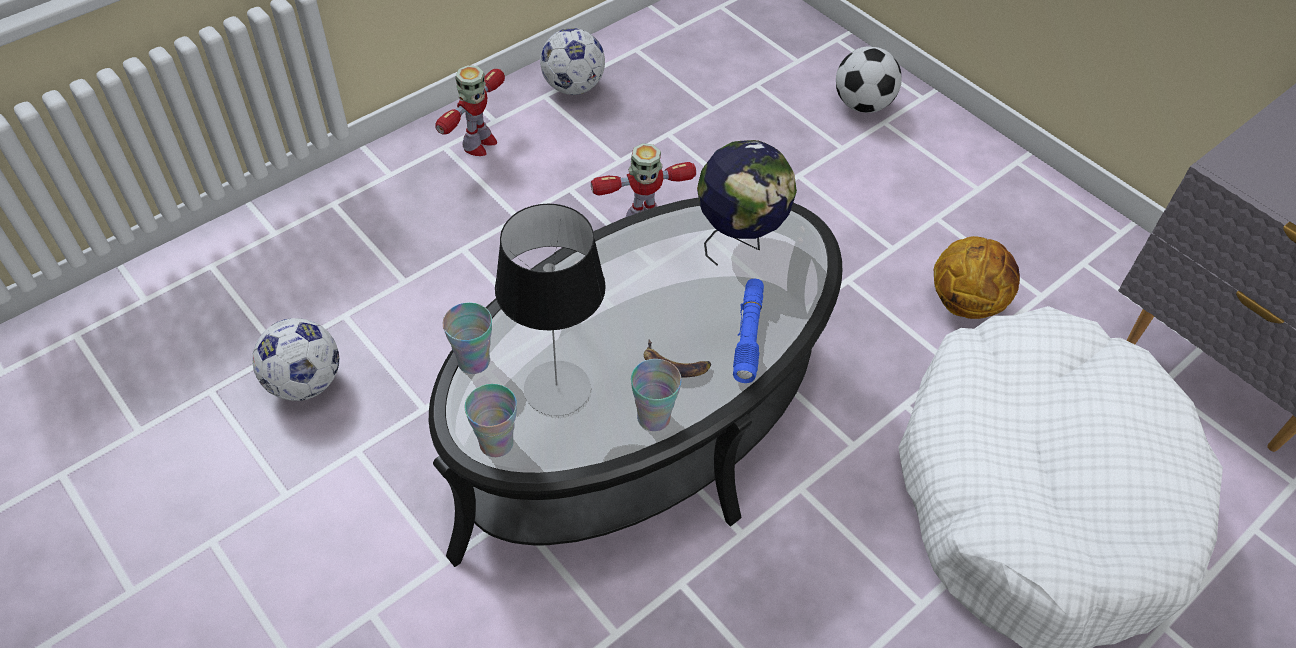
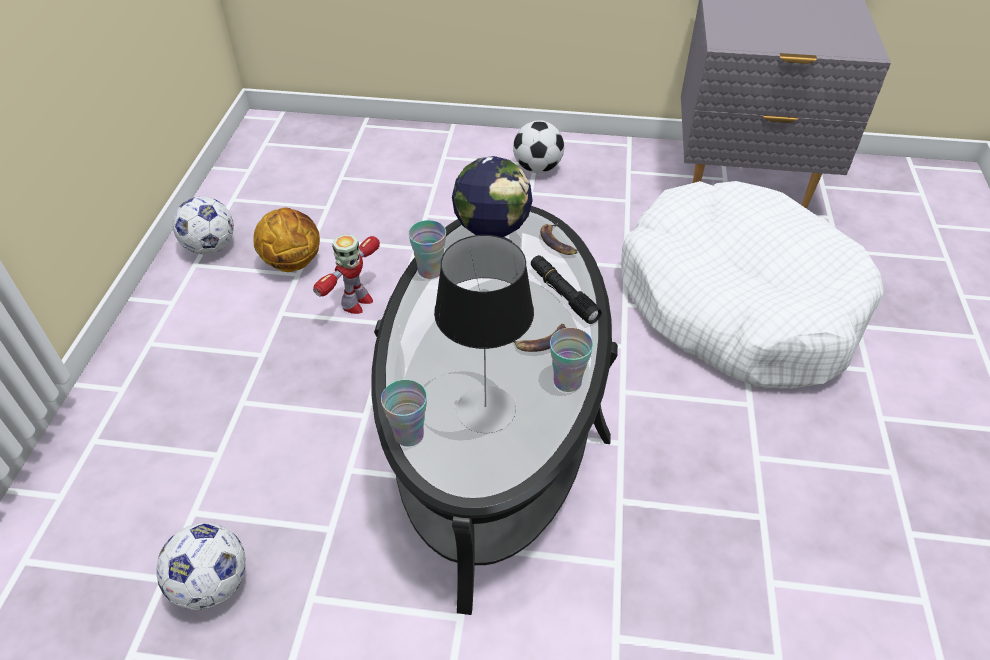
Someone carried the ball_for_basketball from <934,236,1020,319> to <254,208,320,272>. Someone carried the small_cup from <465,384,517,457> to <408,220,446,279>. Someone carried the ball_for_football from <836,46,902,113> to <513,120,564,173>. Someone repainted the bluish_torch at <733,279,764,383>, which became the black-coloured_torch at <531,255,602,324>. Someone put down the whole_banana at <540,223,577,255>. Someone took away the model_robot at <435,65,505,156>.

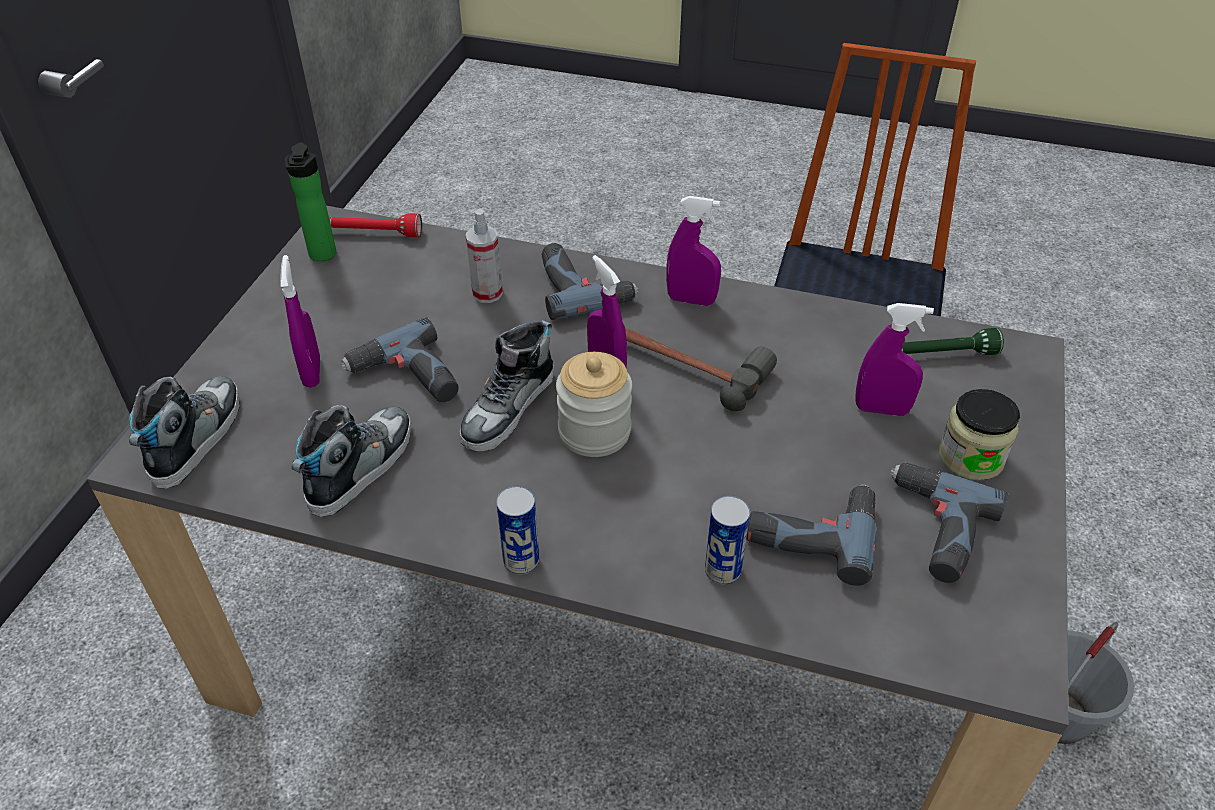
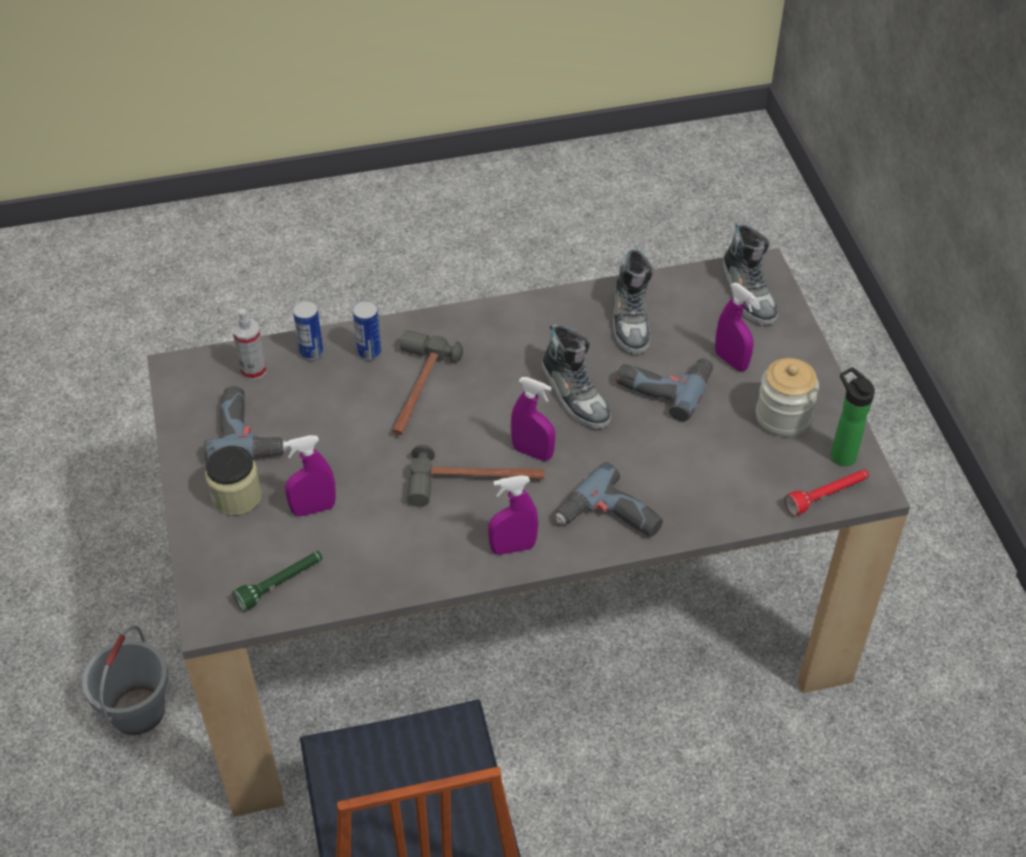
Someone carried the hand_sprayer from <466,209,503,303> to <232,309,267,380>. Someone carried the sealed_can from <496,486,539,574> to <293,300,323,361>. Someone put down the tool_hammer at <392,330,463,435>. Someone rotated the item_of_footwear at <460,320,554,451> by 150 degrees clockwise. Someone carried the jar from <556,352,632,457> to <756,358,819,437>. Someone took away the power_drill at <746,485,876,586>.

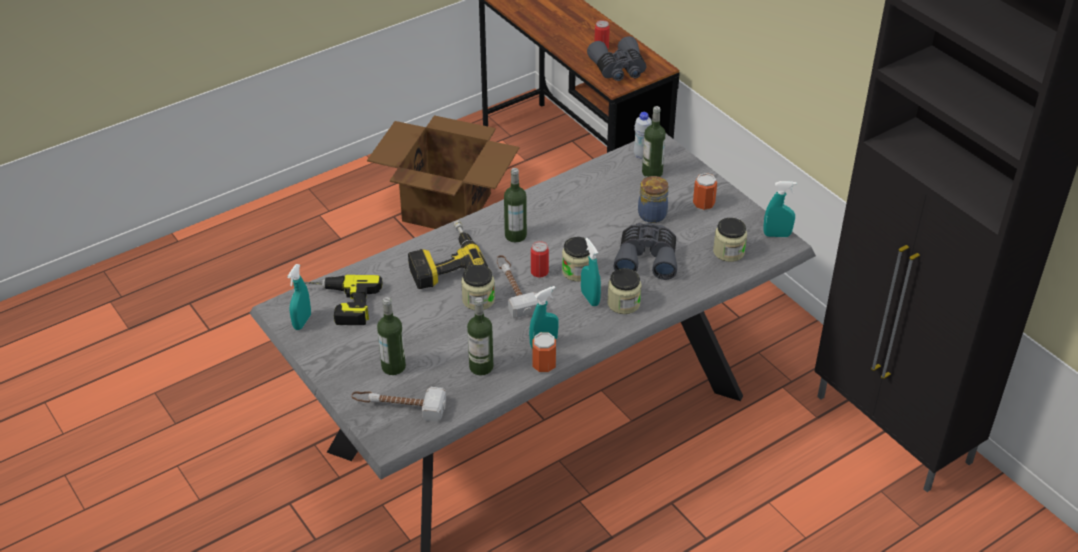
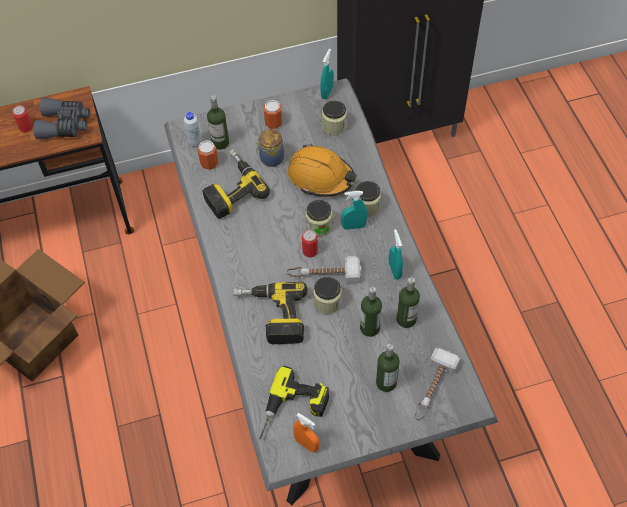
Someone carried the sealed_can from <532,332,556,373> to <197,140,219,170>. Someone put down the power_drill at <202,149,270,219>. Someone swapped the gray_pair_of_binoculars at <614,223,677,280> for the orange-coloured_work_helmet at <288,144,356,197>. Someone repainted the blue-green_hand_sprayer at <287,264,311,330>, which became the orange-coloured_hand_sprayer at <293,413,319,452>. Someone carried the beverage_bottle from <504,168,527,242> to <360,286,382,337>.

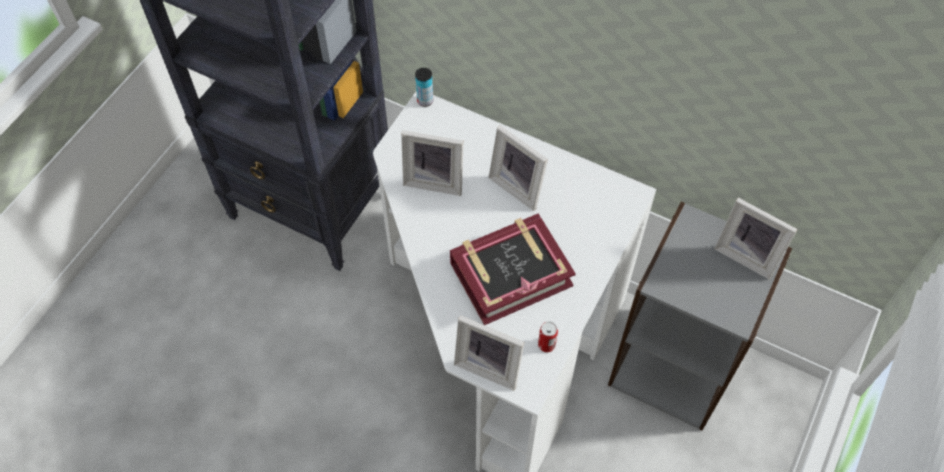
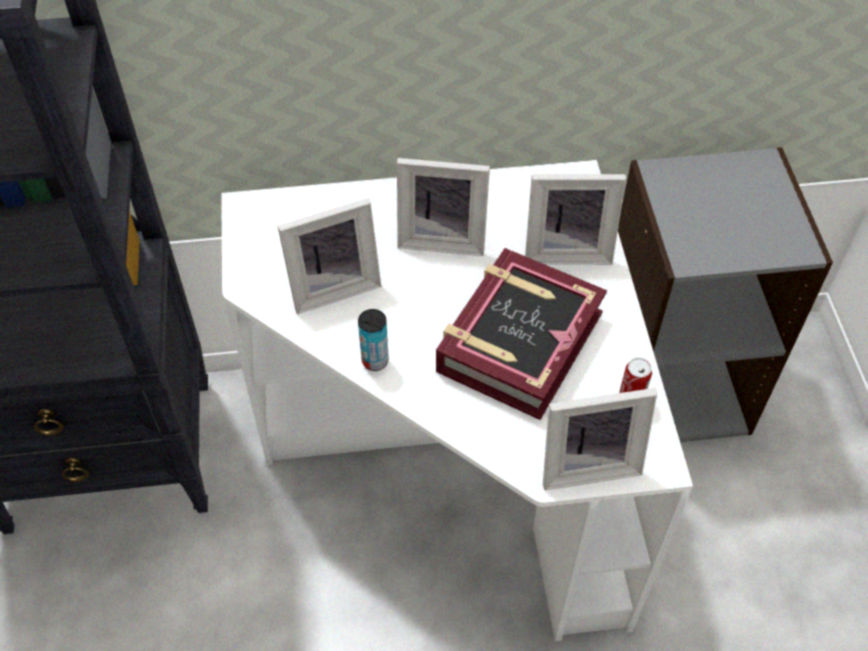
Someone carried the sealed_can from <415,68,433,107> to <358,309,389,371>. Someone carried the photo_frame from <714,198,798,280> to <525,174,626,265>.

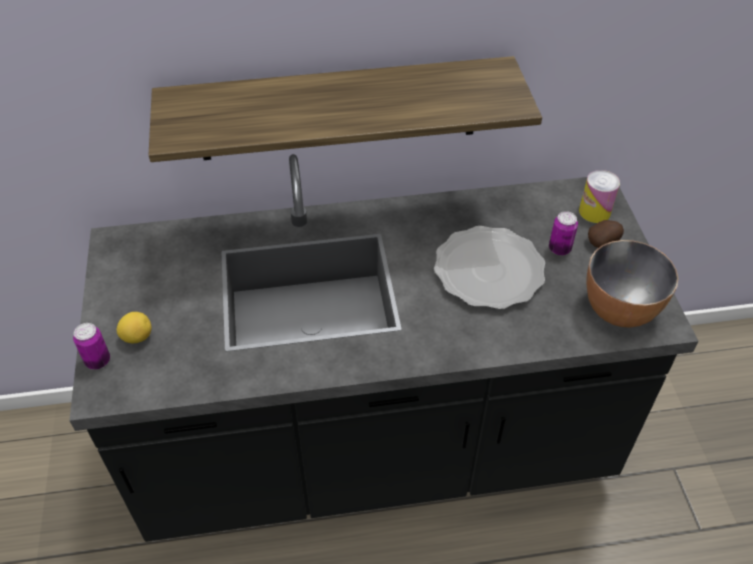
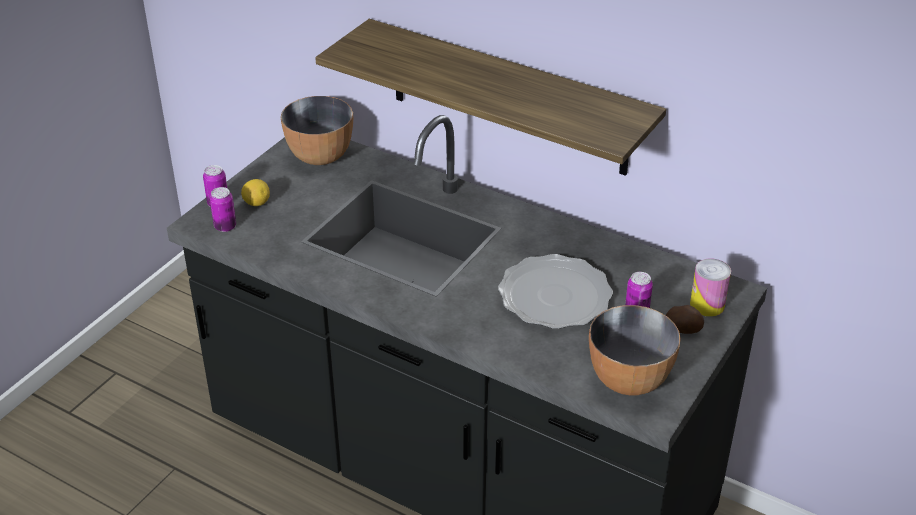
Someone put down the sealed_can at <210,187,236,232>. Someone put down the serving_bowl at <281,96,353,165>.

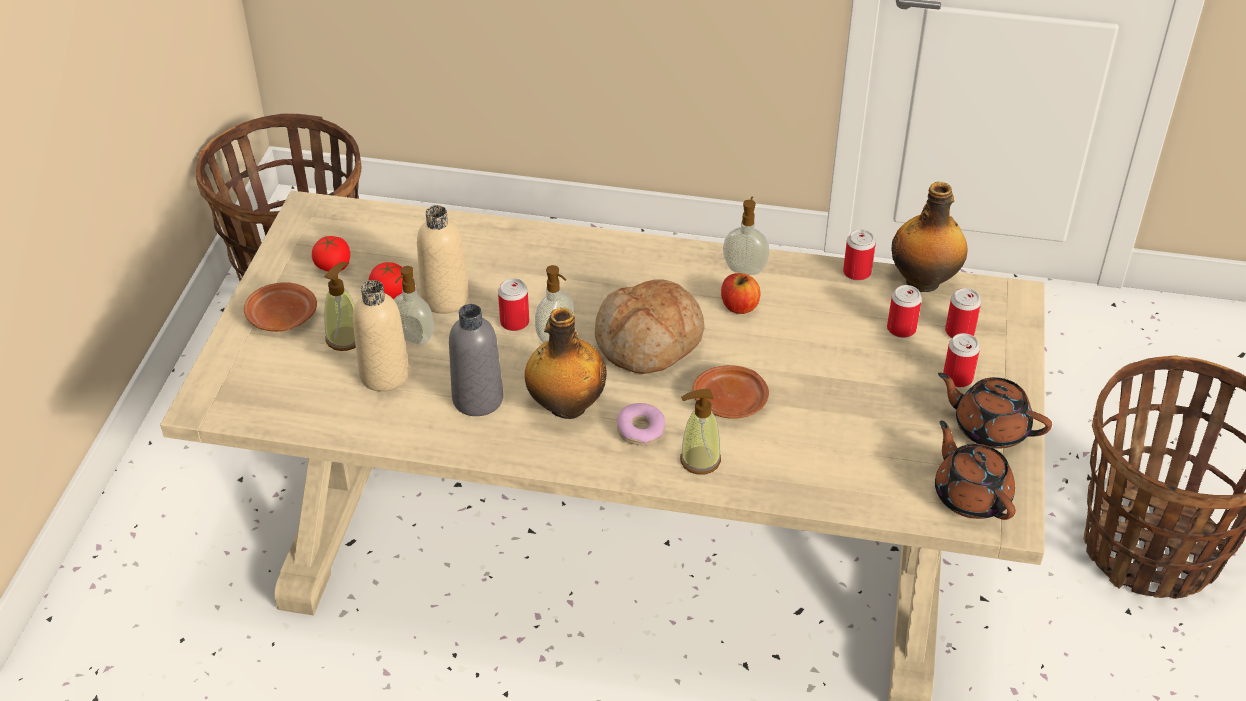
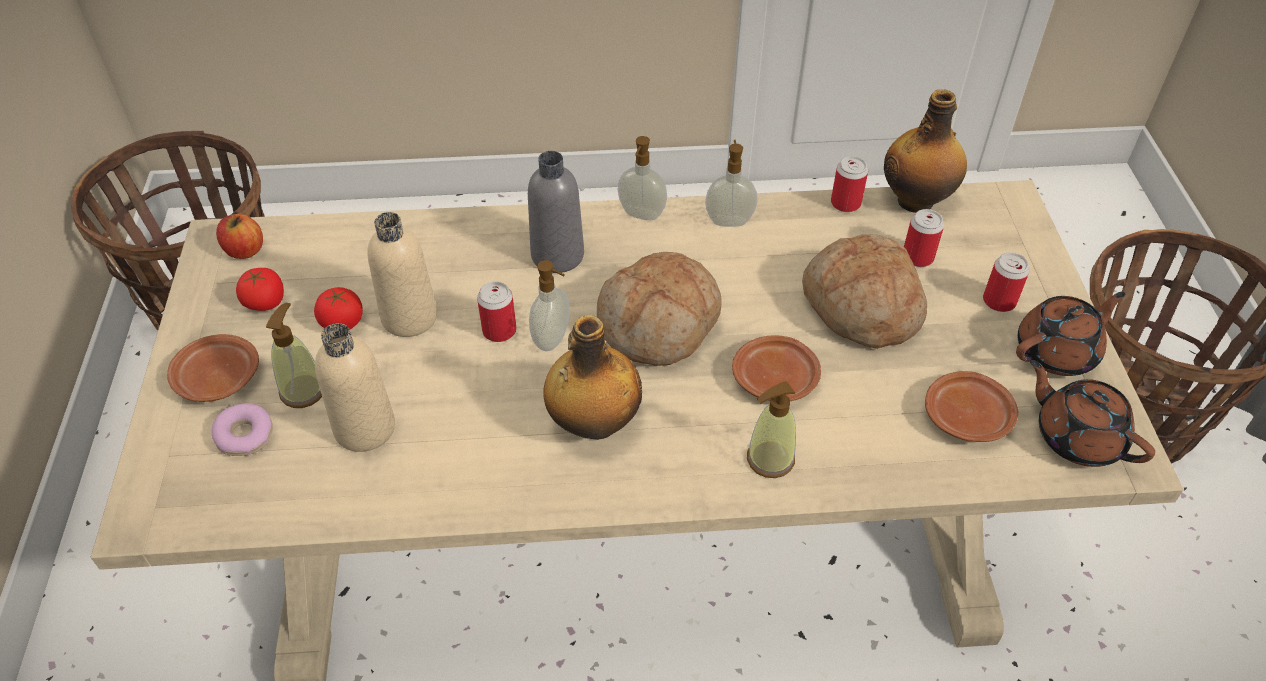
Someone carried the donut from <617,403,666,445> to <212,403,273,456>. Someone carried the whole_apple from <721,273,760,314> to <216,214,263,259>. Someone carried the gray_beverage_bottle from <449,304,503,416> to <528,151,584,273>. Someone carried the liquid_soap_bottle from <394,266,434,345> to <617,136,667,220>. Someone put down the baked_bread at <802,234,927,349>. Someone put down the brownish_flat_dish at <925,371,1018,442>. Someone rotated the brownish_tea_pot at <938,373,1052,449> by 135 degrees clockwise. Someone took away the sealed_can at <945,288,981,338>.

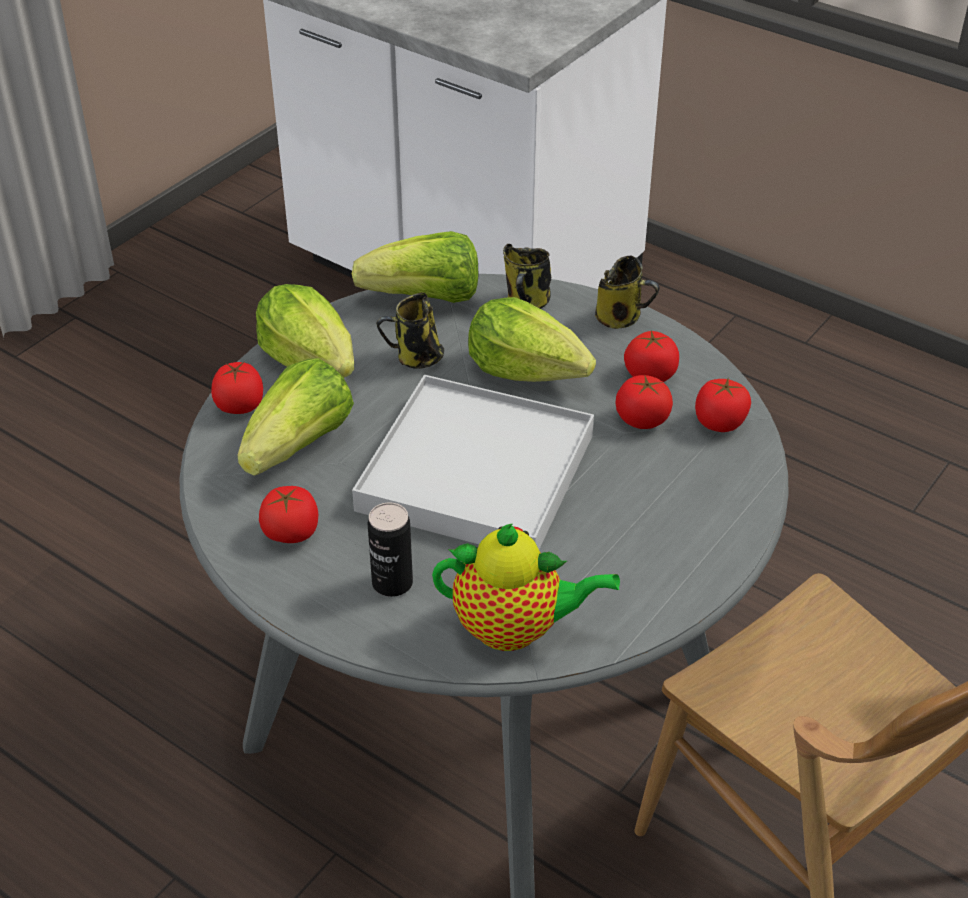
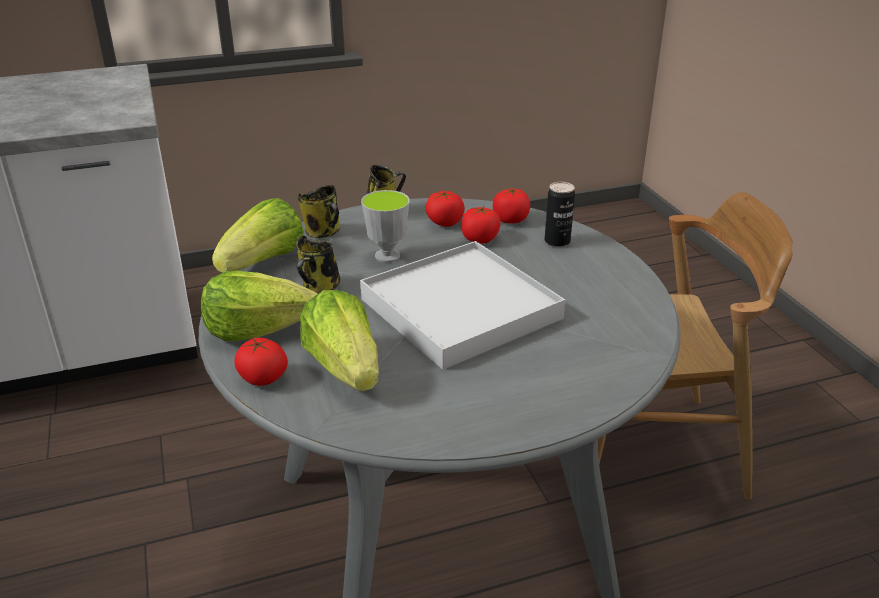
Someone swapped the head_of_lettuce at <468,297,596,382> for the small_cup at <361,190,410,263>. Someone carried the sealed_can from <368,502,413,597> to <544,182,575,247>. Someone took away the tomato at <259,486,318,543>. Someone took away the tea_pot at <432,523,620,651>.

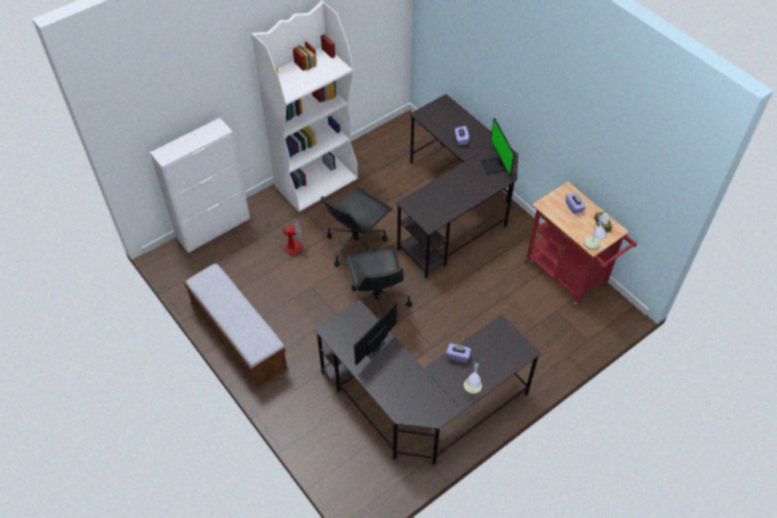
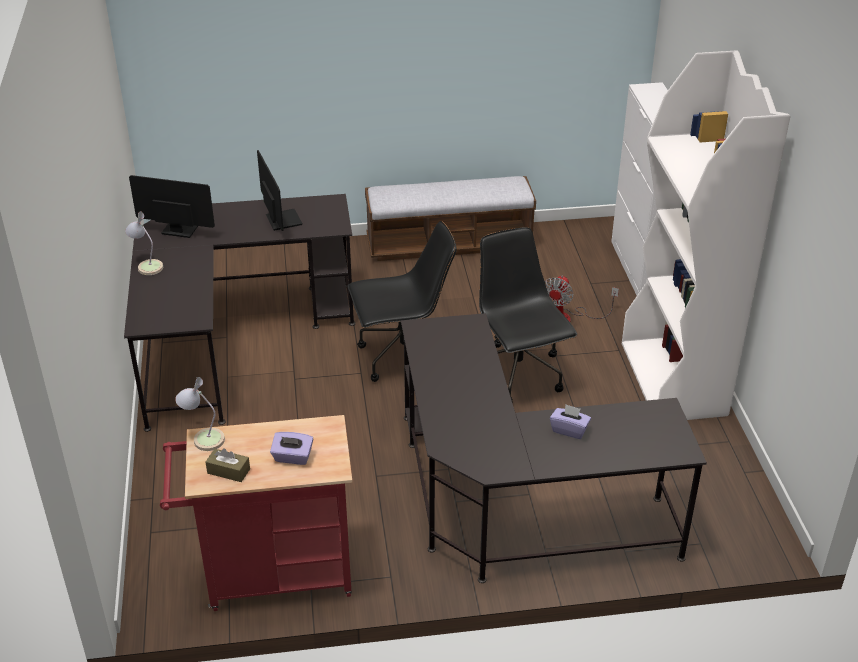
Someone carried the monitor from <480,118,515,176> to <129,175,215,238>. Someone rotated the black-coloured_desk_chair at <345,246,412,316> by 150 degrees clockwise. Someone took away the purplish_tissue_box at <446,344,471,363>.

